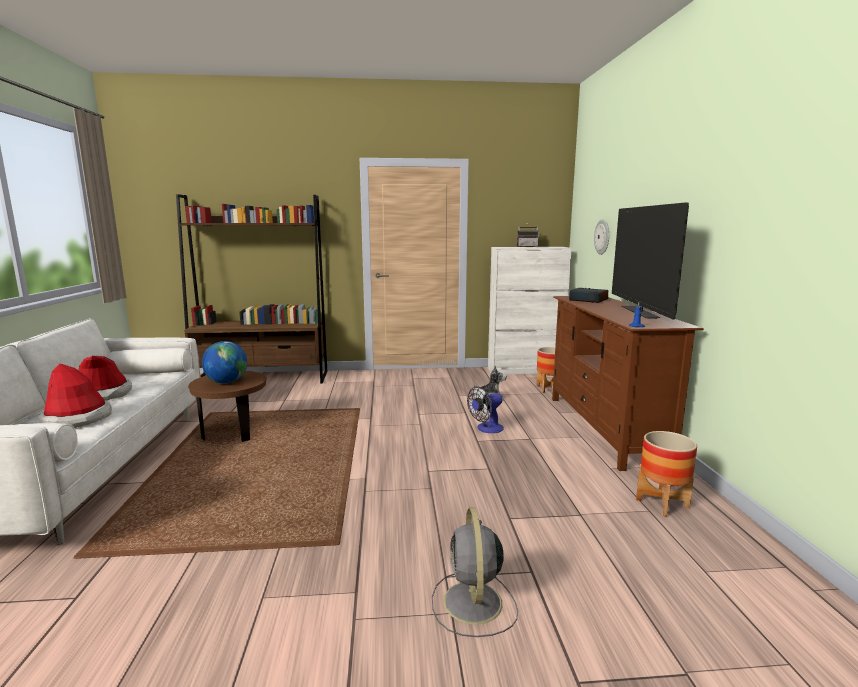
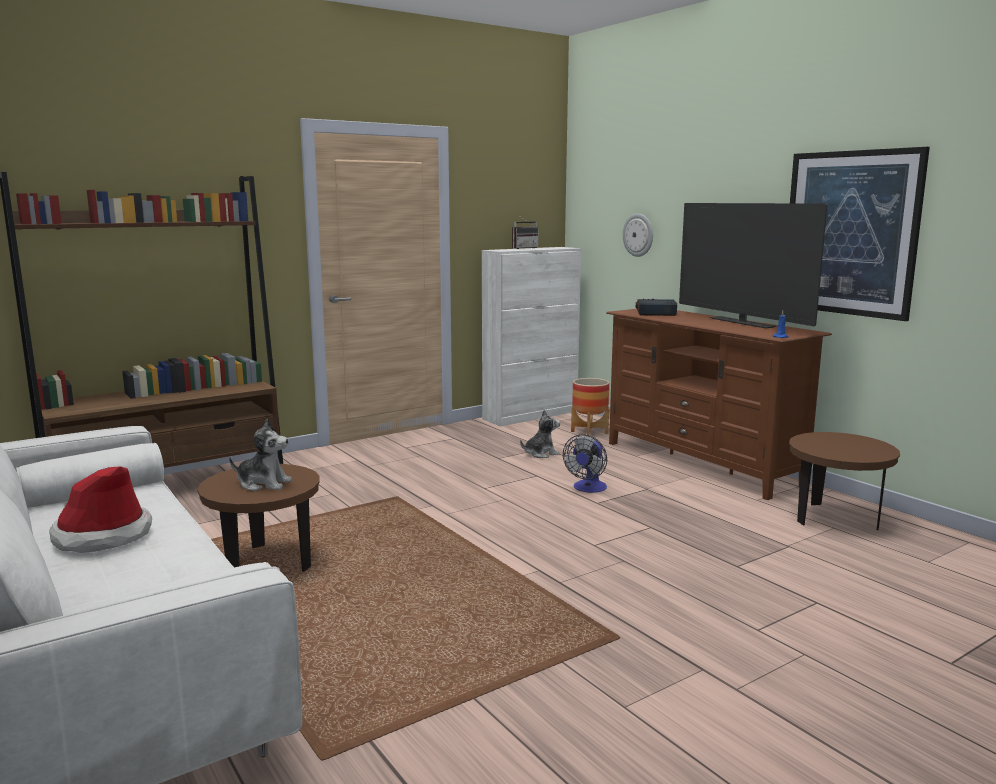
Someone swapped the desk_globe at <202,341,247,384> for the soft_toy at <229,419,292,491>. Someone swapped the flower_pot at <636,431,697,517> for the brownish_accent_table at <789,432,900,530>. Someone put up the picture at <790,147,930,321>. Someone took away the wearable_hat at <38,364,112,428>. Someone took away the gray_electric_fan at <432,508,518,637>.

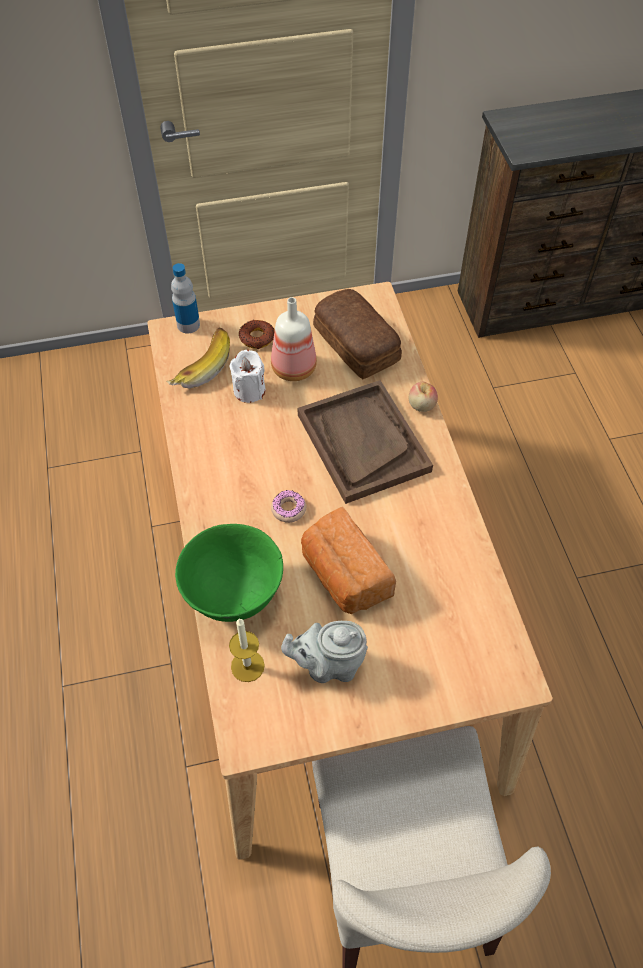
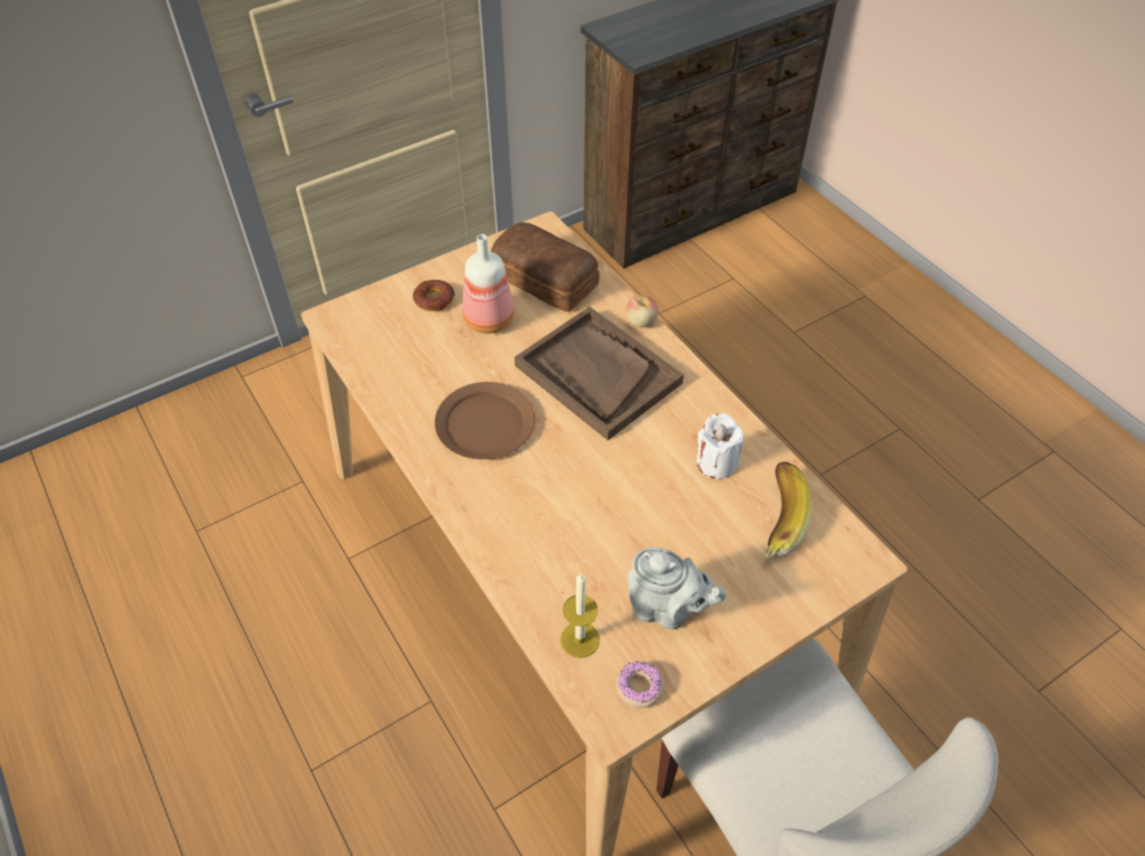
Someone put down the brownish_flat_dish at <435,382,535,459>. Someone carried the donut from <271,490,306,523> to <616,661,664,708>. Someone rotated the gray_tea_pot at <281,621,368,683> by 135 degrees counterclockwise. Someone carried the white_wax_candle from <229,350,266,403> to <697,413,743,479>. Someone carried the whole_banana from <166,328,230,389> to <762,462,812,558>. Someone took away the beverage_bottle at <171,263,200,333>. Someone took away the greenish_serving_bowl at <175,524,283,622>. Someone took away the baked_bread at <301,507,396,614>.

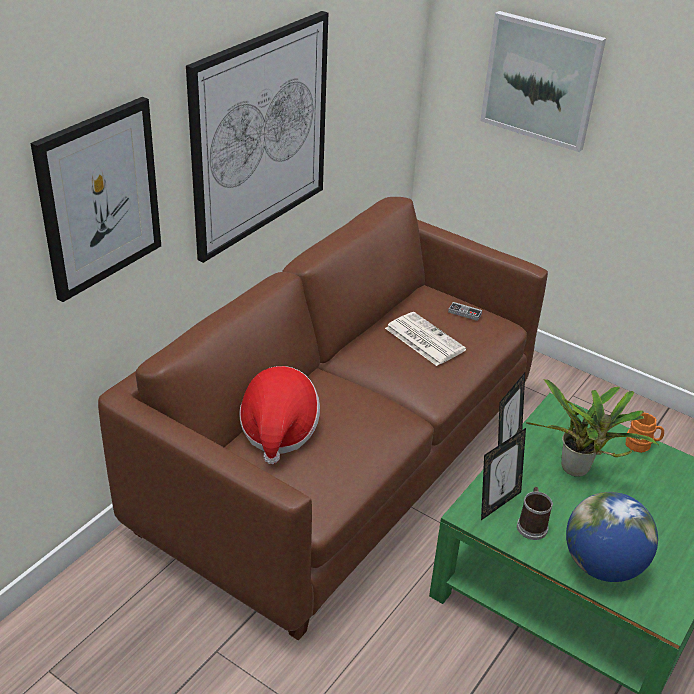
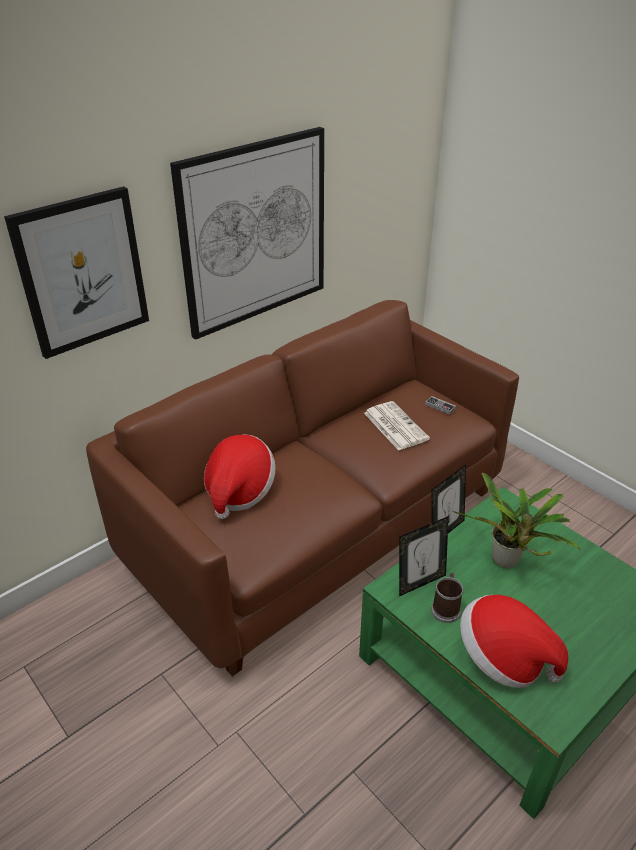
Someone swapped the desk_globe at <566,492,658,582> for the wearable_hat at <460,595,568,688>. Someone took away the picture at <480,11,606,152>. Someone took away the orange-coloured_tea_mug at <626,412,664,453>.

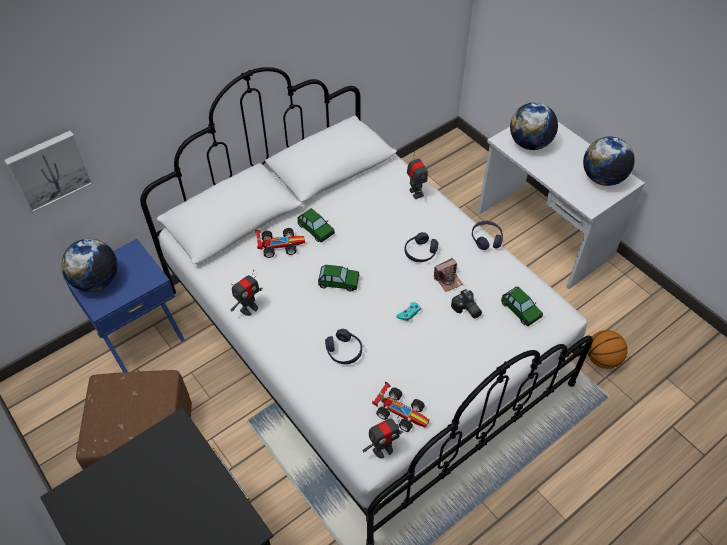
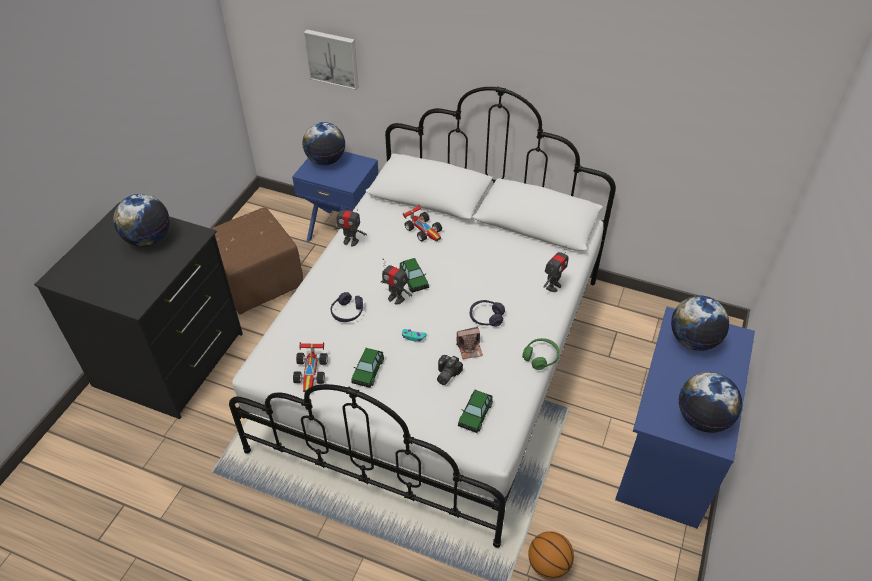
Someone put down the desk_globe at <114,194,170,247>. Someone carried the toy_car from <297,208,335,243> to <351,348,384,388>. Someone carried the model_robot from <362,416,403,459> to <381,259,412,305>. Someone rotated the still_camera at <434,258,463,292> by 45 degrees counterclockwise. Someone repainted the purplish_headphones at <472,221,503,250>, which became the greenish_headphones at <522,338,560,370>. Someone repainted the white_desk_table at <478,122,645,289>, which became the bluish_desk_table at <615,307,755,528>.

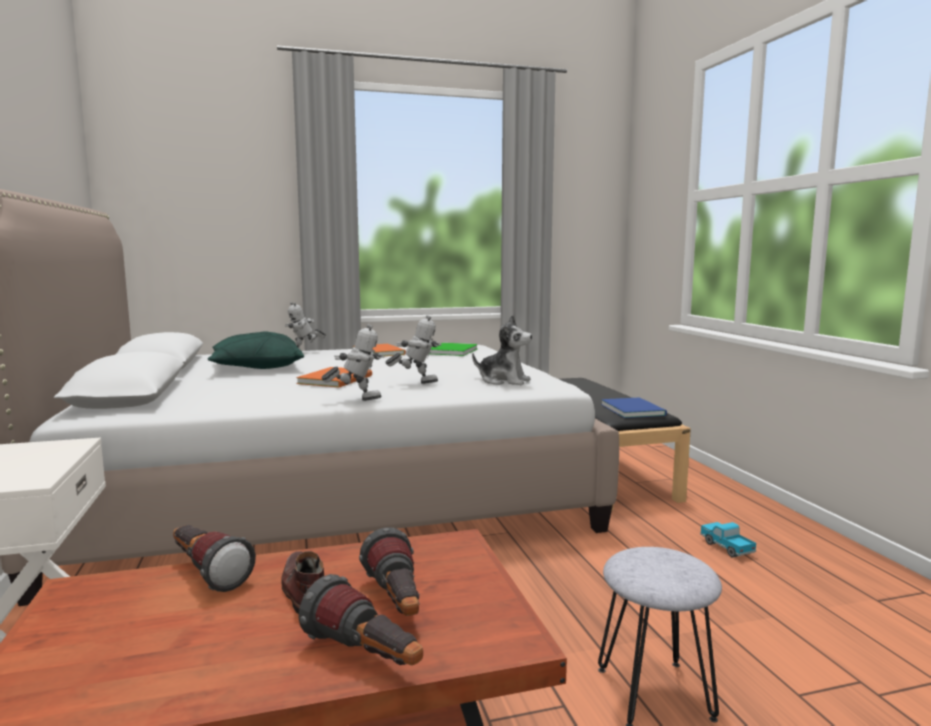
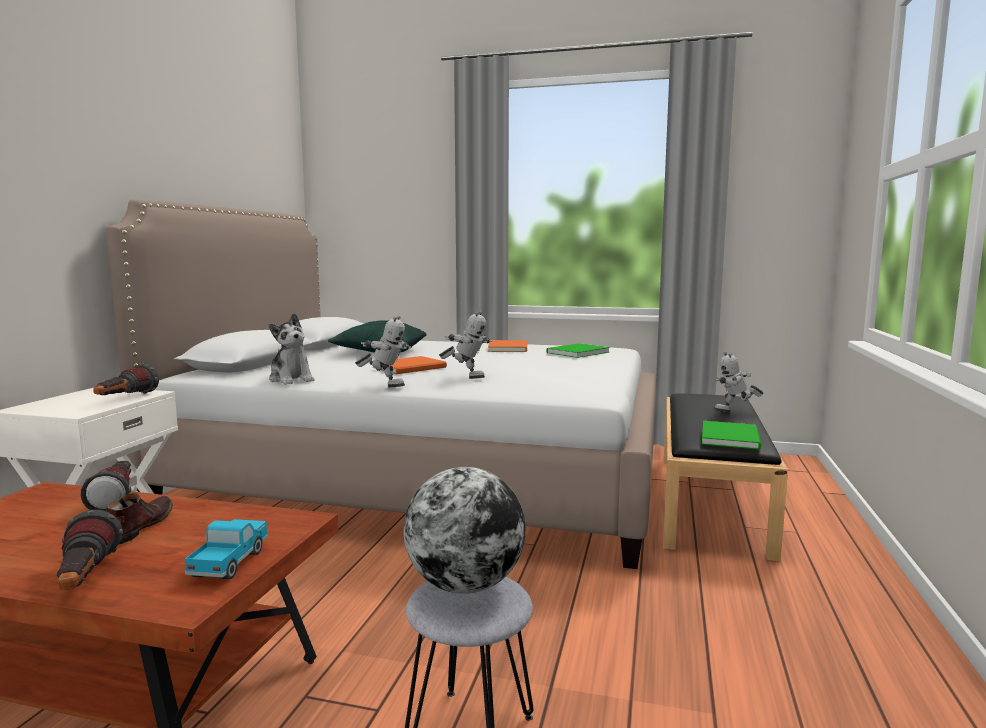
Someone carried the torch from <359,527,420,616> to <93,363,159,395>. Someone carried the toy_truck from <700,522,756,558> to <185,519,268,579>. Someone carried the soft_toy from <472,315,532,385> to <269,313,314,385>. Someone put down the desk_globe at <403,467,526,594>. Someone repainted the bluish_volume at <601,397,667,418>, which became the greenish_volume at <702,421,761,449>. Someone carried the model_robot from <285,302,326,350> to <714,352,763,412>.

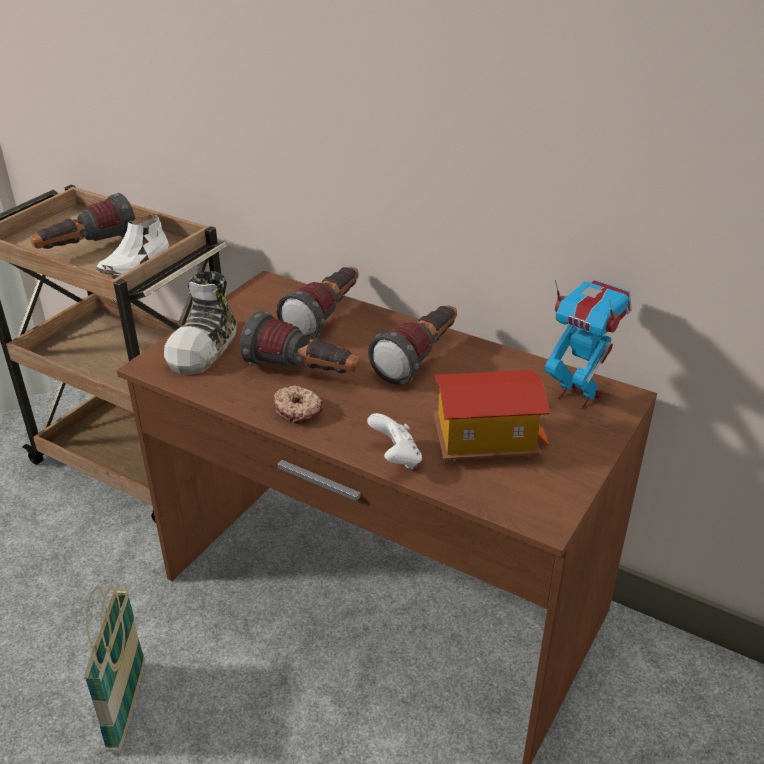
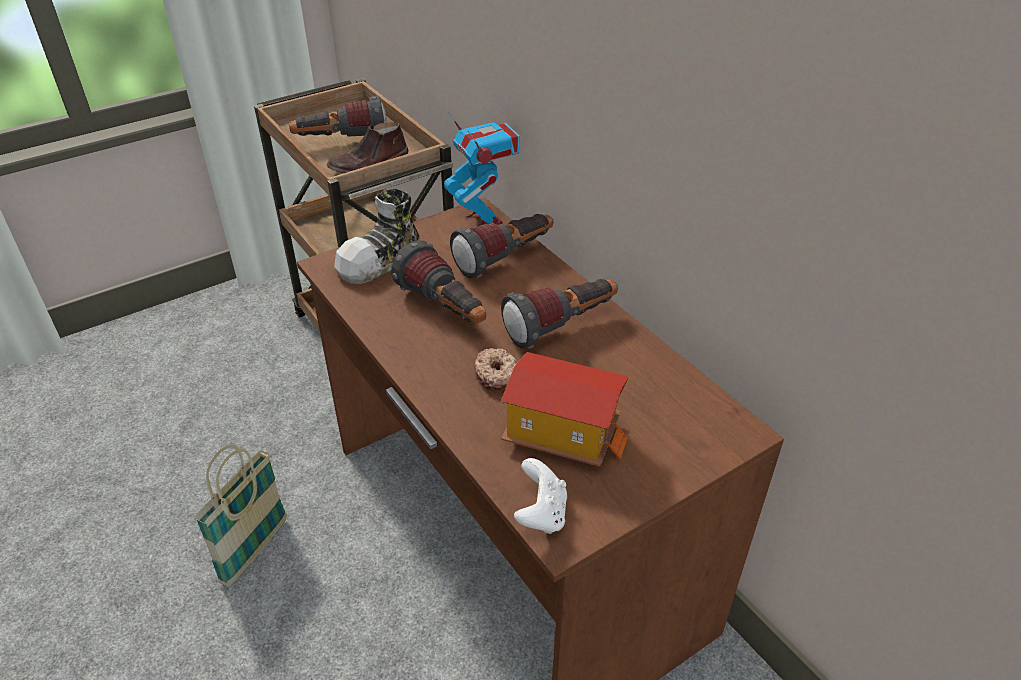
Someone repainted the white_item_of_footwear at <96,214,169,275>, which became the brownish_item_of_footwear at <326,122,408,173>. Someone carried the model_robot from <545,279,632,409> to <444,111,520,227>. Someone carried the donut from <274,385,323,424> to <474,348,518,391>. Someone carried the white_game_controller from <367,413,422,469> to <514,458,567,534>.

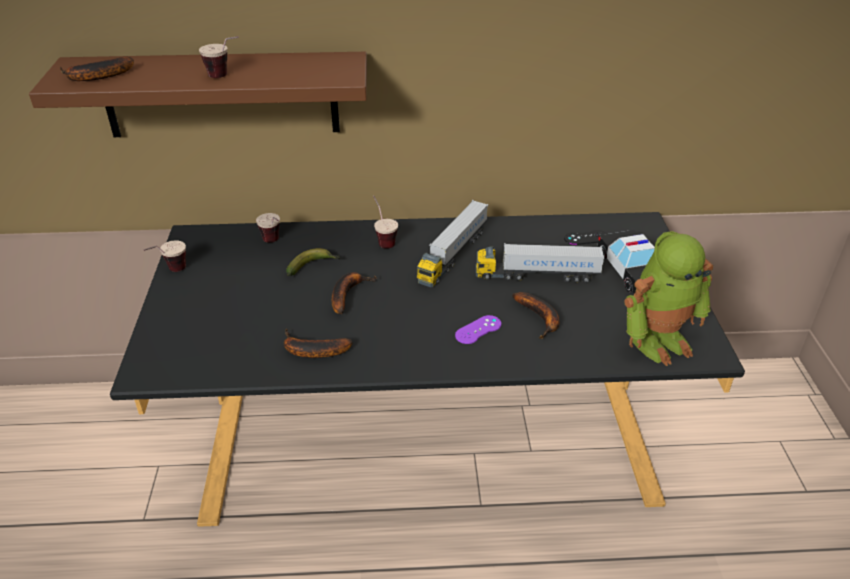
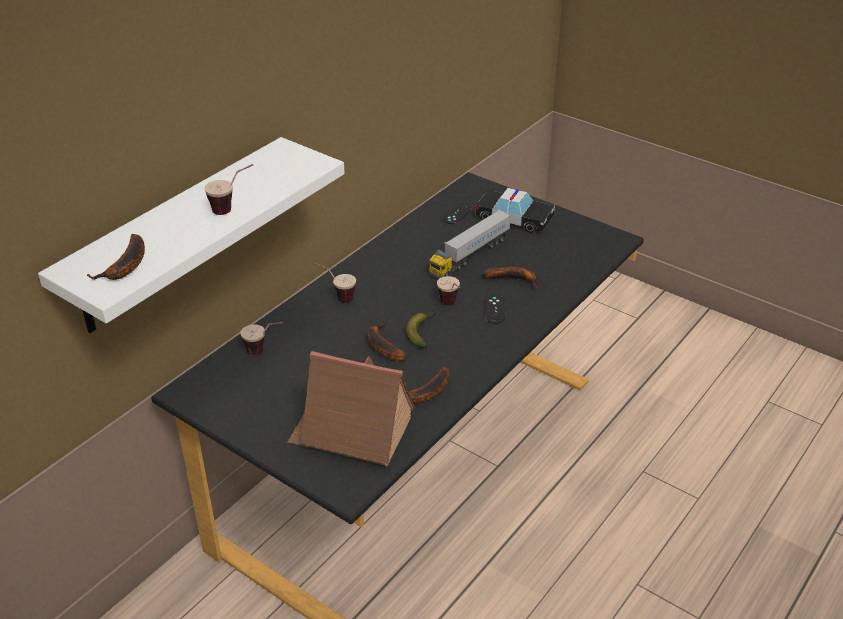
Someone repainted the brownish_shelf at <29,52,367,137>, which became the white_shelf at <38,137,345,333>. Someone put down the miniature_house at <287,351,415,466>. Someone carried the whole_banana from <286,248,341,276> to <406,312,437,348>. Someone carried the small_cup from <143,241,186,272> to <437,276,460,305>. Someone repainted the purplish_game_controller at <455,315,501,344>, which became the black-coloured_game_controller at <485,295,505,324>. Someone took away the toy_truck at <417,200,489,288>. Someone took away the model_robot at <624,231,713,366>.

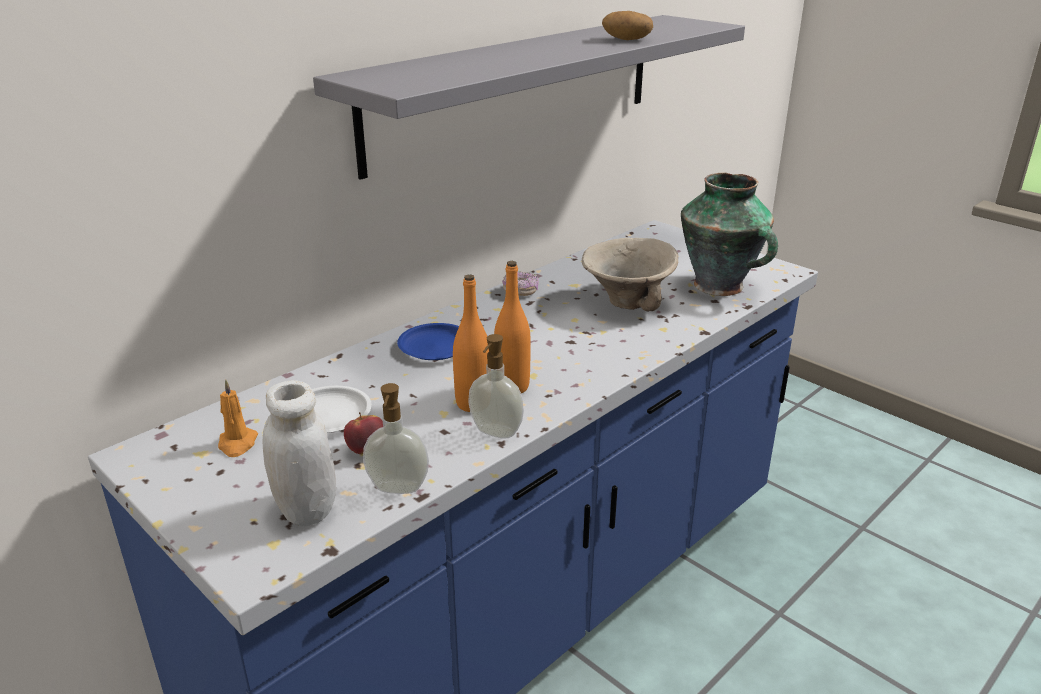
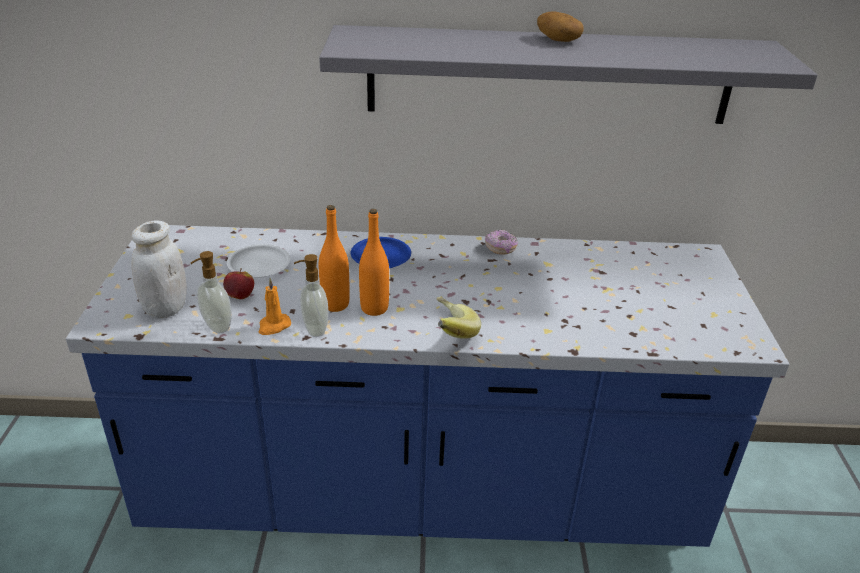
Someone carried the orange-coloured_wax_candle from <218,379,258,457> to <259,278,291,335>. Someone put down the whole_banana at <436,296,481,339>. Someone carried the whole_potato from <602,11,653,40> to <537,11,584,42>. Someone took away the beige_serving_bowl at <582,238,678,312>. Someone took away the flower_vase at <681,172,778,296>.

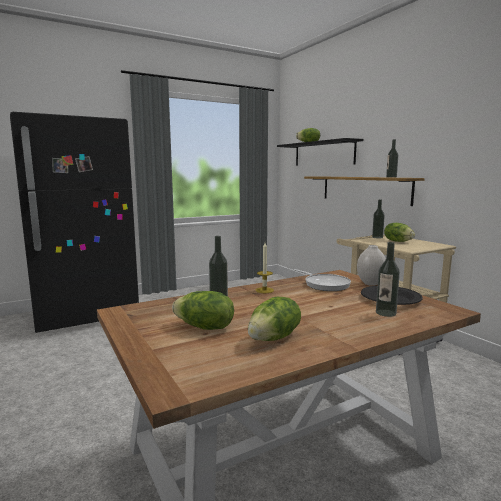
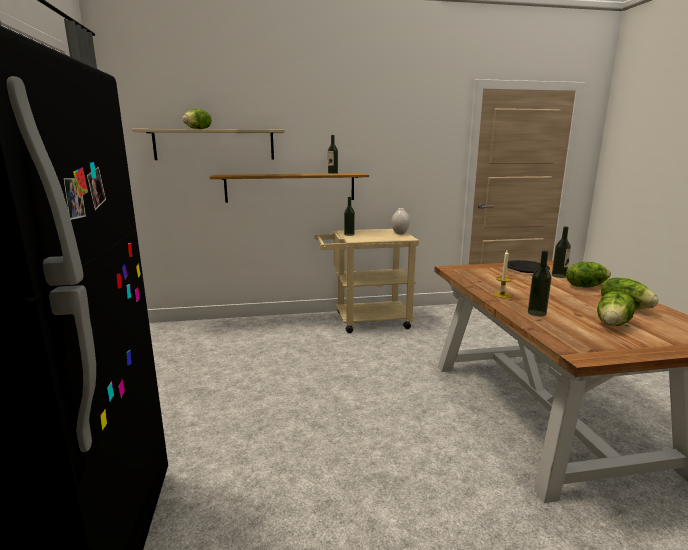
Someone repainted the black-coloured_shelf at <277,138,363,166>, which became the beige_shelf at <132,129,285,160>. Someone carried the white_flower_vase from <357,245,386,286> to <391,208,410,234>. Someone carried the head_of_lettuce from <384,223,415,242> to <566,262,611,288>. Someone took away the frying_pan at <294,269,351,291>.

